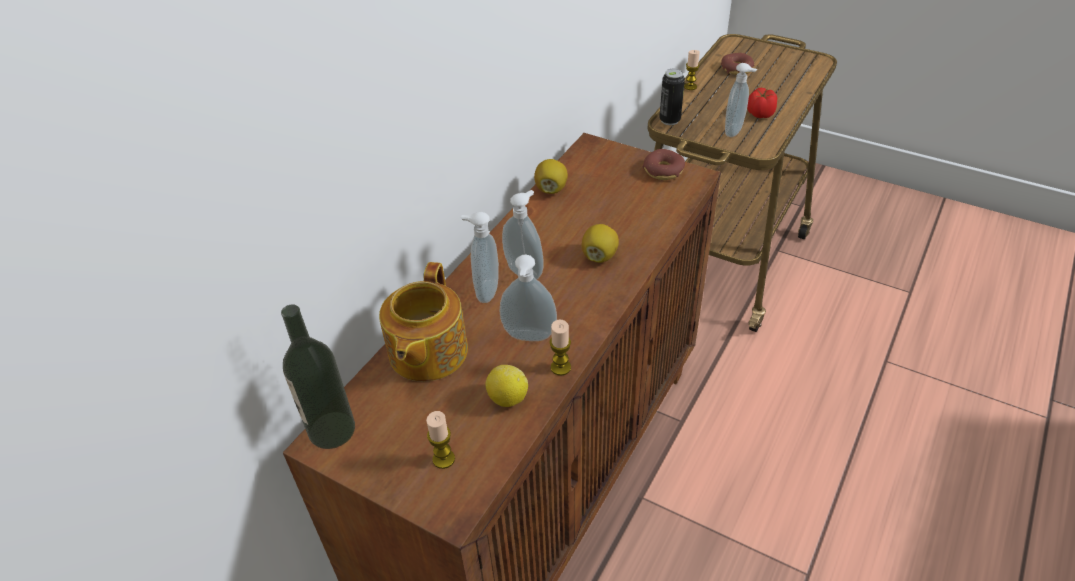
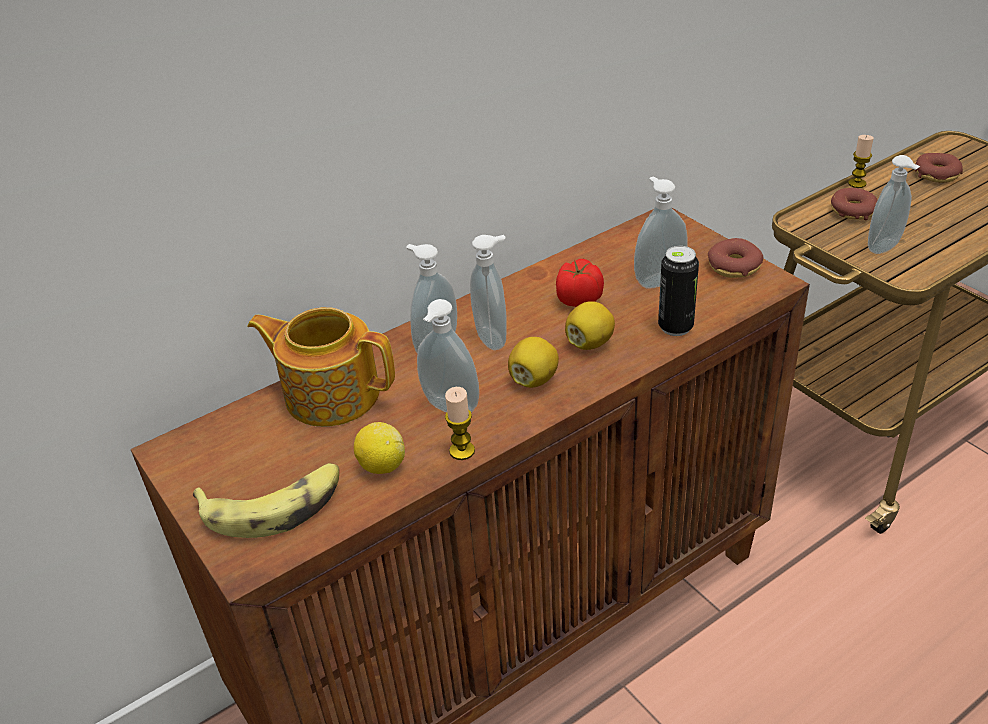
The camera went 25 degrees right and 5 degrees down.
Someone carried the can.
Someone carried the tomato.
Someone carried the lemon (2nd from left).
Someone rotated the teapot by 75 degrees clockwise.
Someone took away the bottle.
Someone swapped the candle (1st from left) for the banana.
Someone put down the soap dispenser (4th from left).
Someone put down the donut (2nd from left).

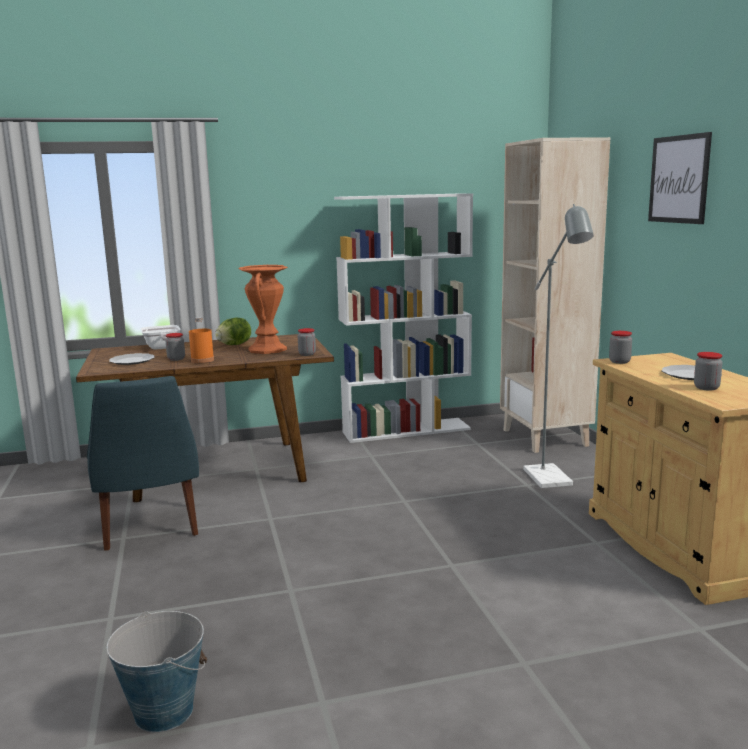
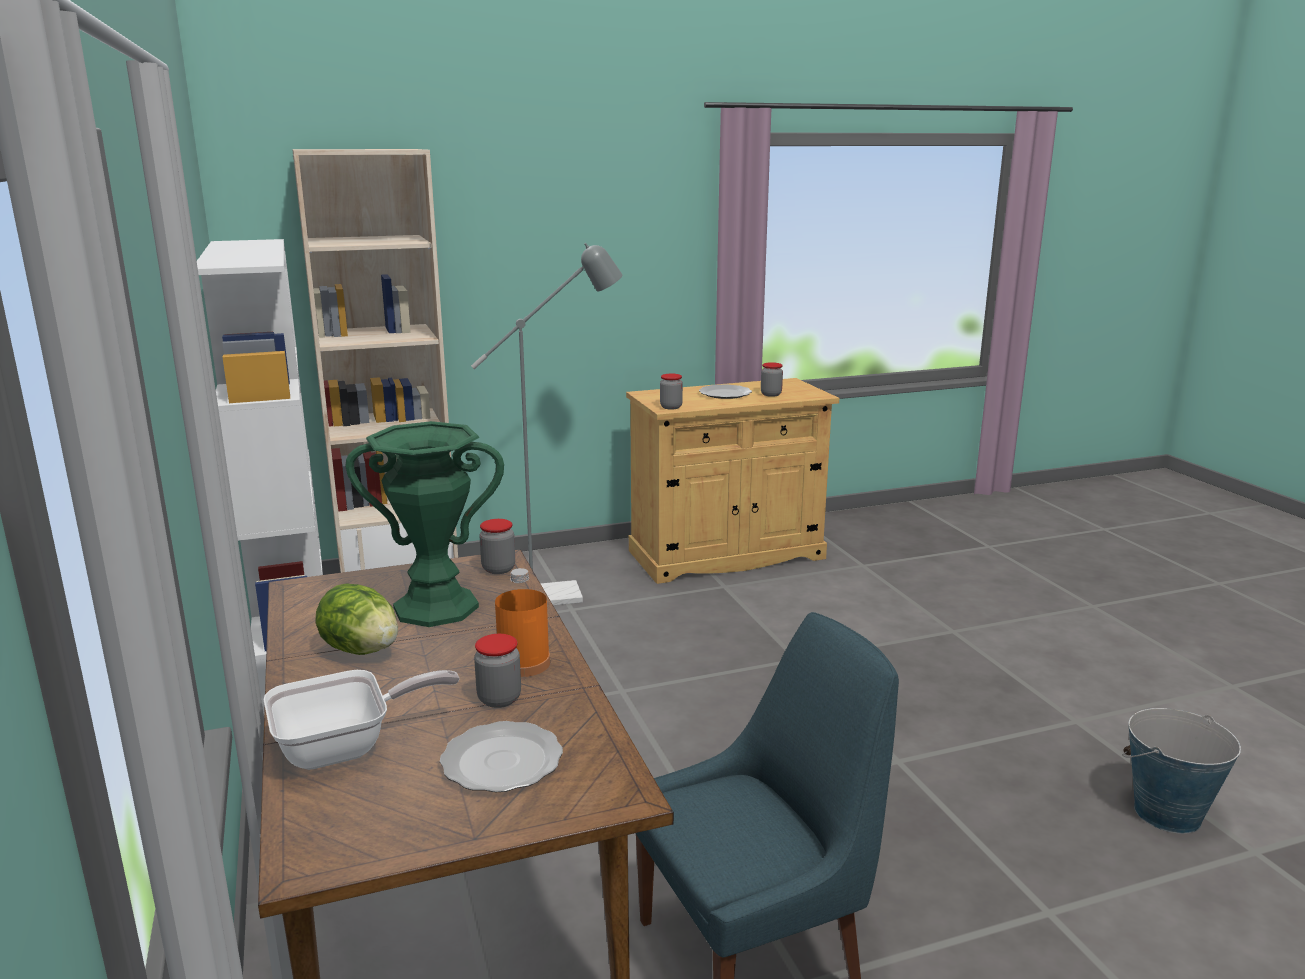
The camera went 95 degrees left and 5 degrees up.
Someone took away the picture.
Someone repainted the orange vase, which became the green vase.

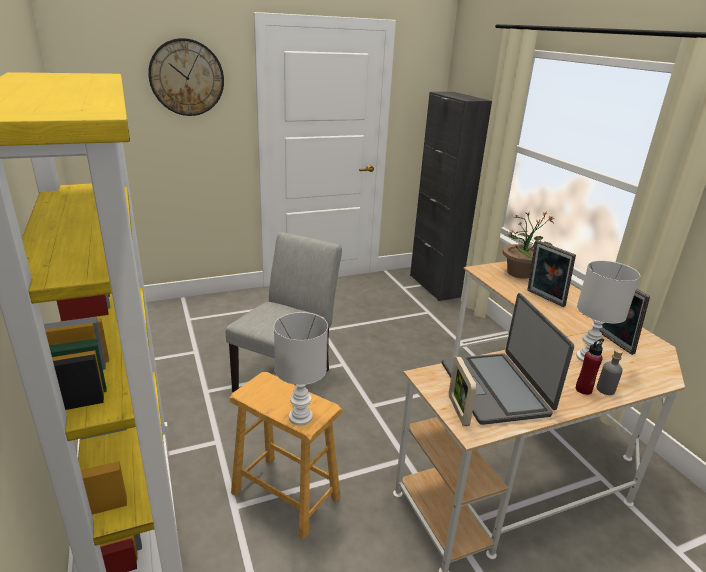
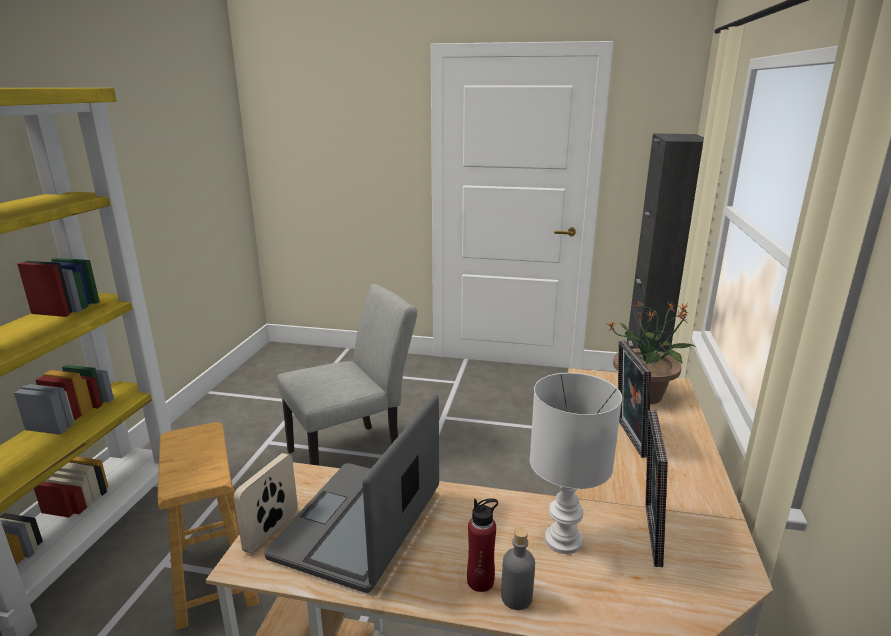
The camera went 35 degrees right and 5 degrees down.
Someone took away the wall clock.
Someone took away the white table lamp (1st from left).

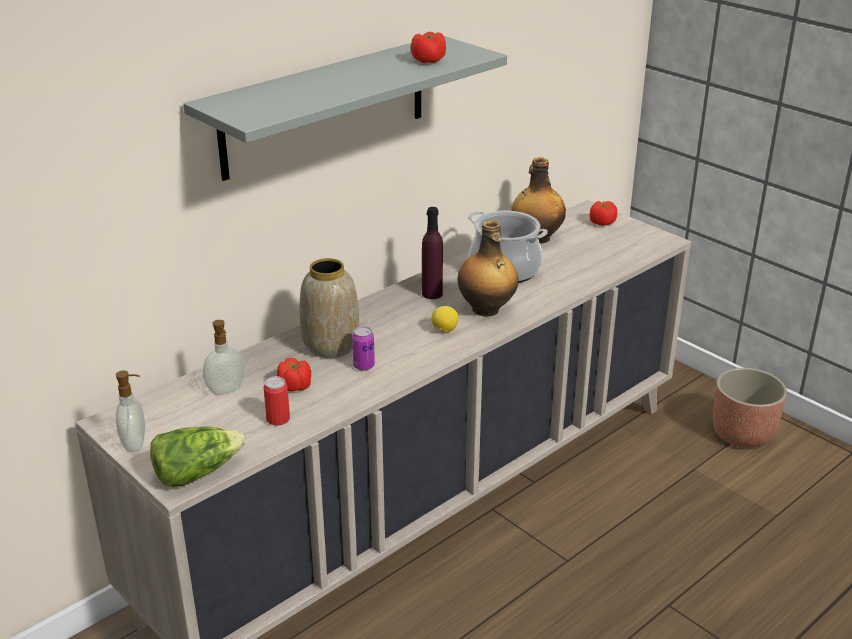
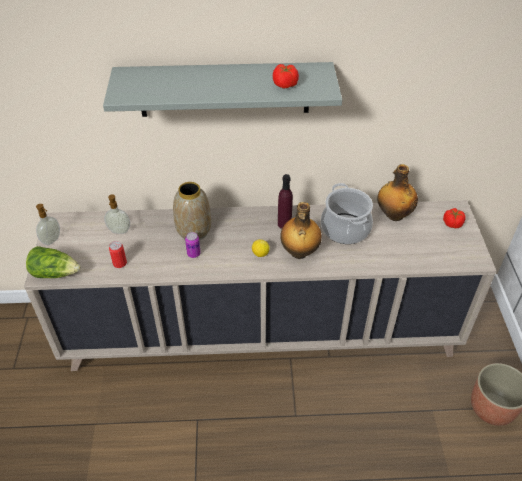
The camera went 40 degrees right and 15 degrees up.
Someone took away the tomato (1st from left).

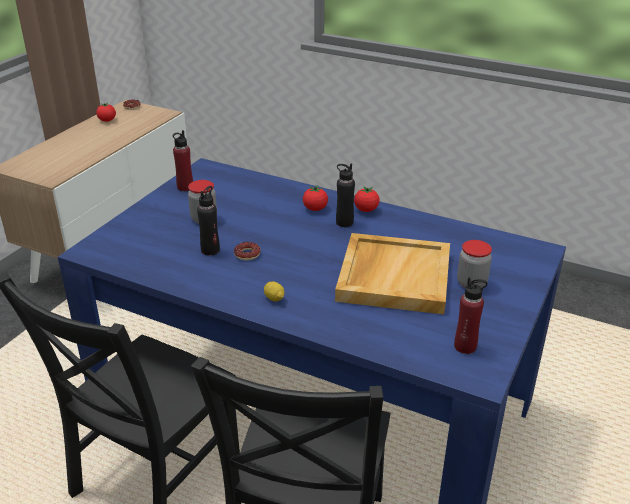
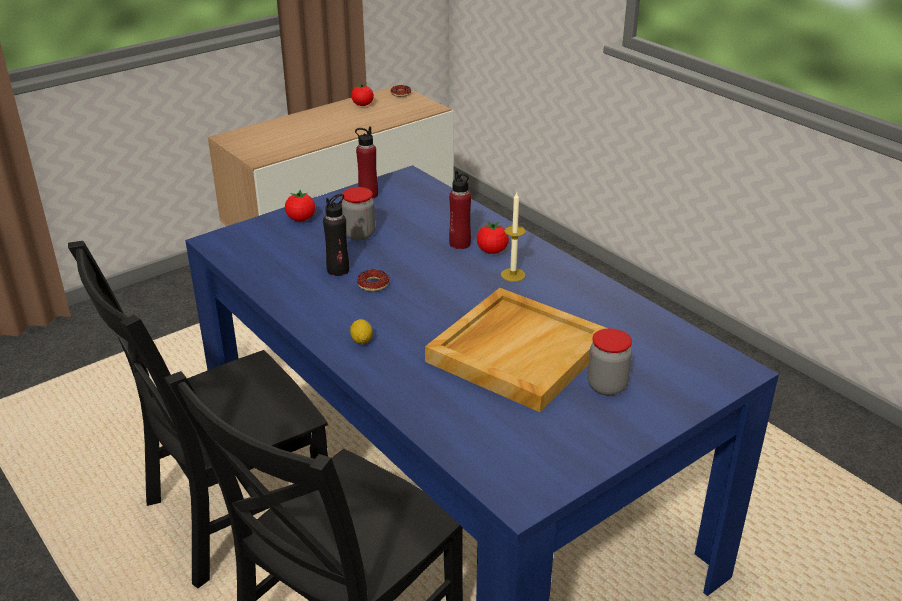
The camera went 25 degrees right and 0 degrees up.
Someone swapped the black bottle (2nd from left) for the candle.
Someone carried the tomato (3rd from left in the first image).
Someone carried the red bottle (2nd from left).

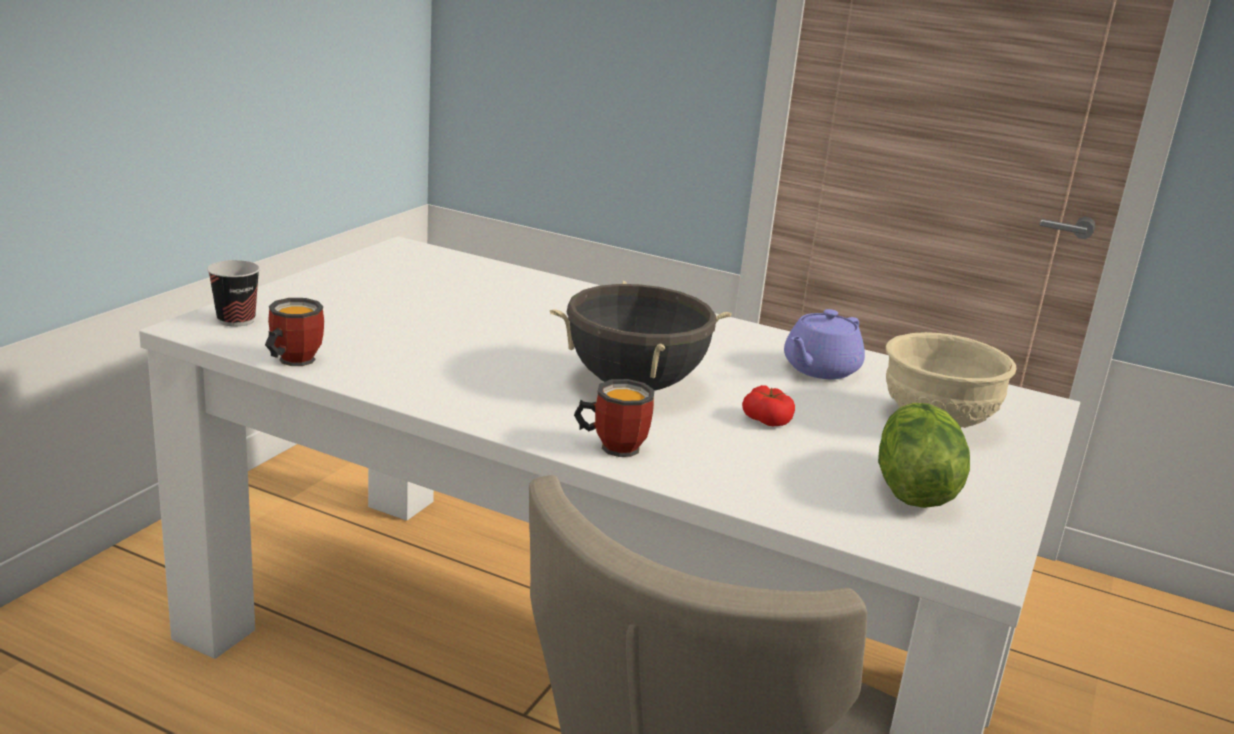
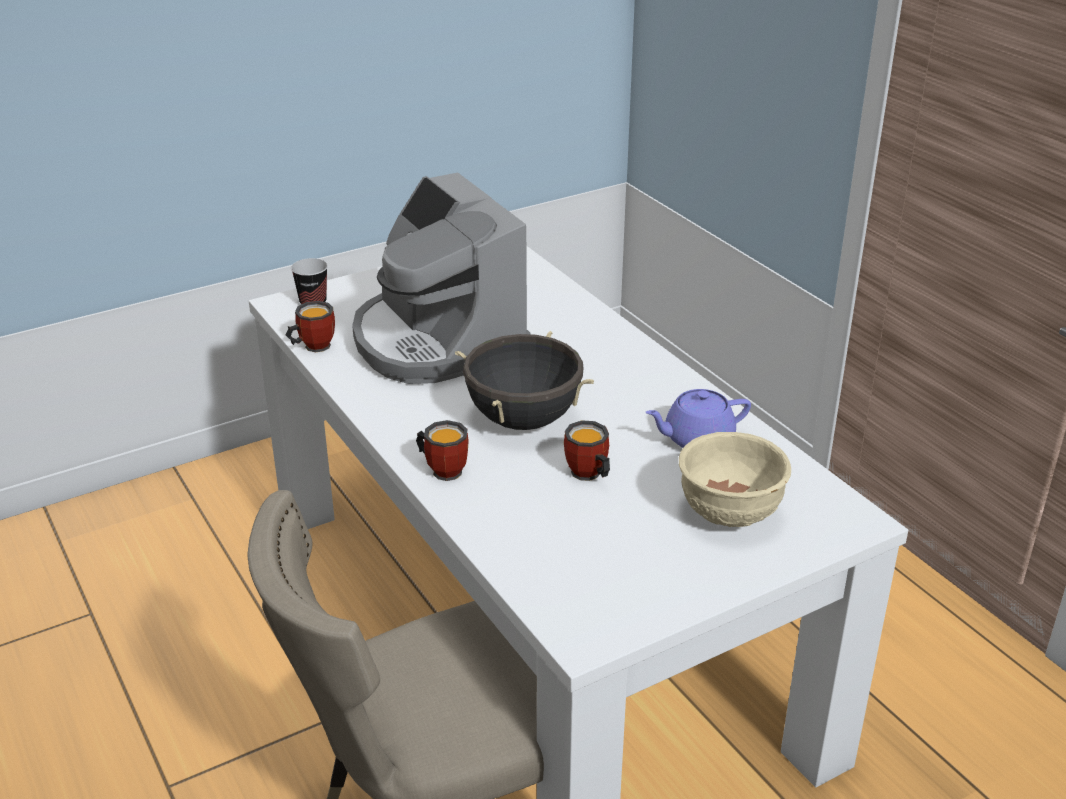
The camera went 35 degrees right and 10 degrees up.
Someone swapped the tomato for the mug (3rd from left).
Someone took away the lettuce.
Someone put down the coffee machine.

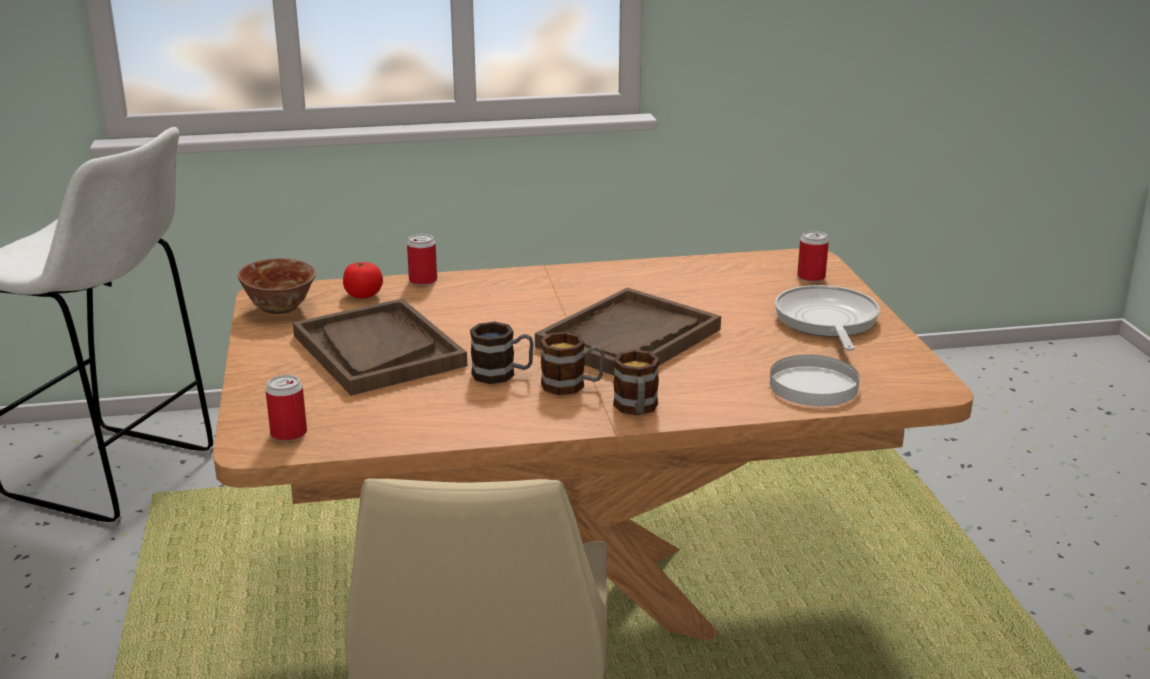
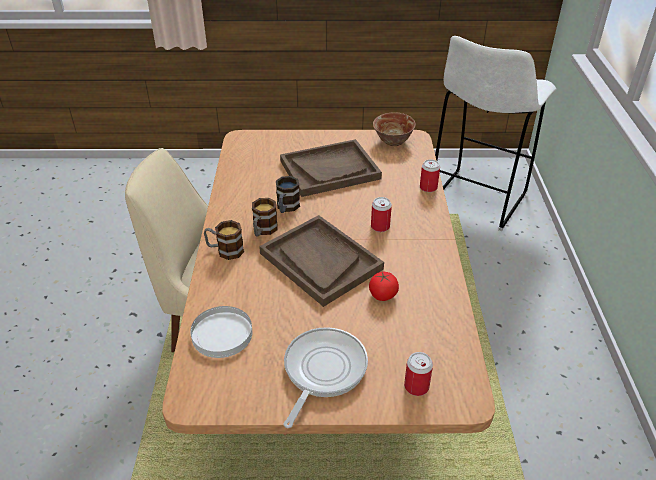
The camera went 100 degrees right and 15 degrees up.
Someone carried the tomato.
Someone rotated the frying pan by 75 degrees counterclockwise.
Someone carried the can (1st from left).

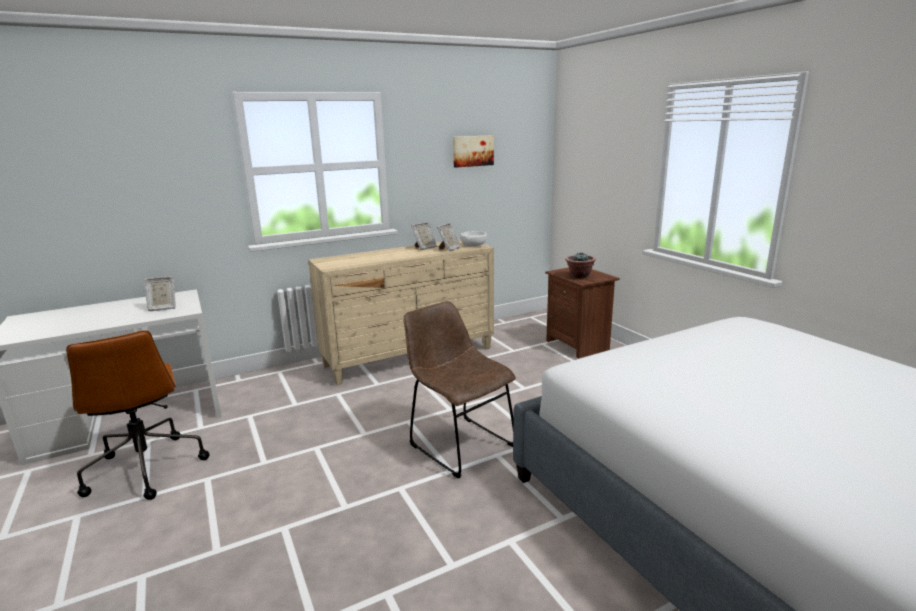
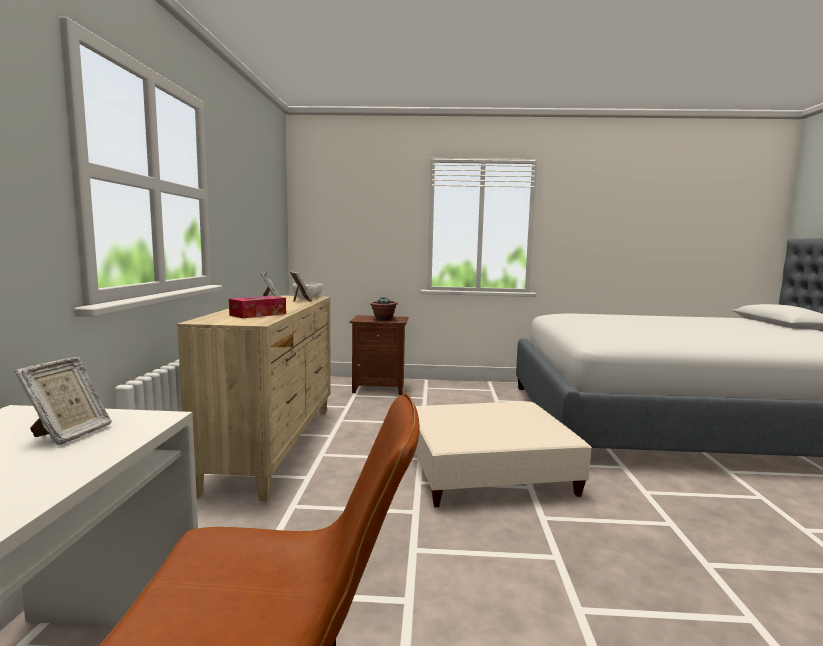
The camera went 60 degrees left and 10 degrees down.
Someone took away the picture.
Someone swapped the brown chair for the beige ottoman.
Someone put down the tissue box.

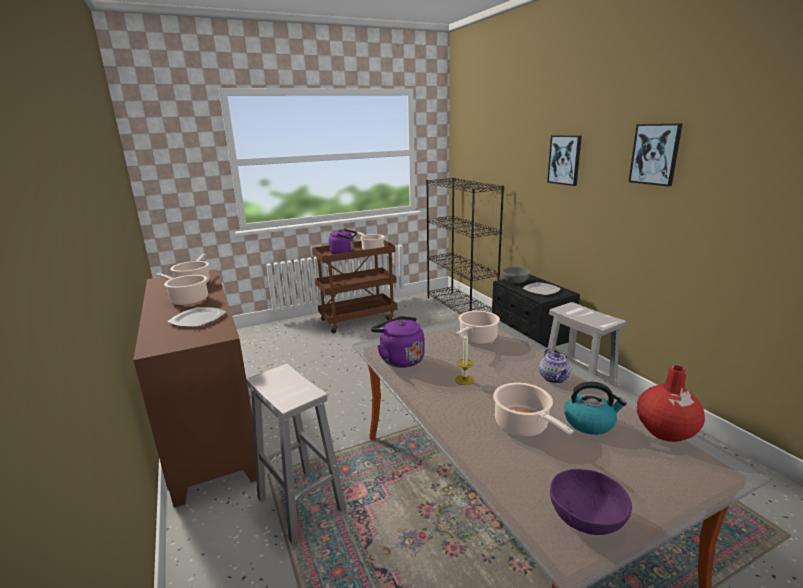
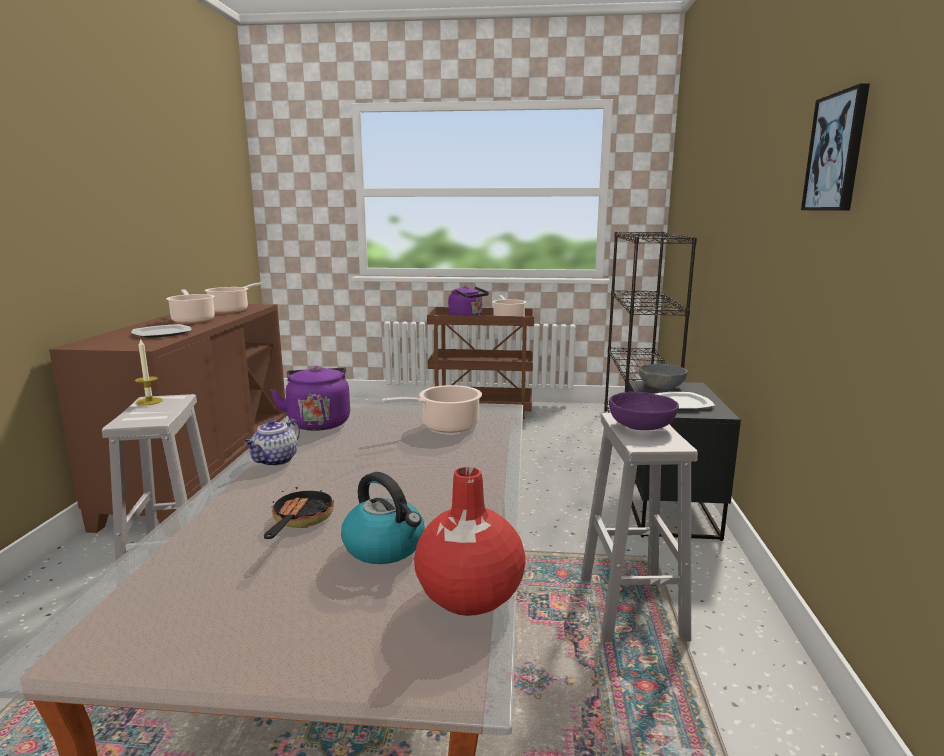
The camera went 30 degrees right and 5 degrees down.
Someone took away the picture (1st from left).
Someone carried the candle.
Someone carried the teapot.
Someone swapped the cooking pot (5th from left) for the frying pan.
Someone carried the purple bowl.

